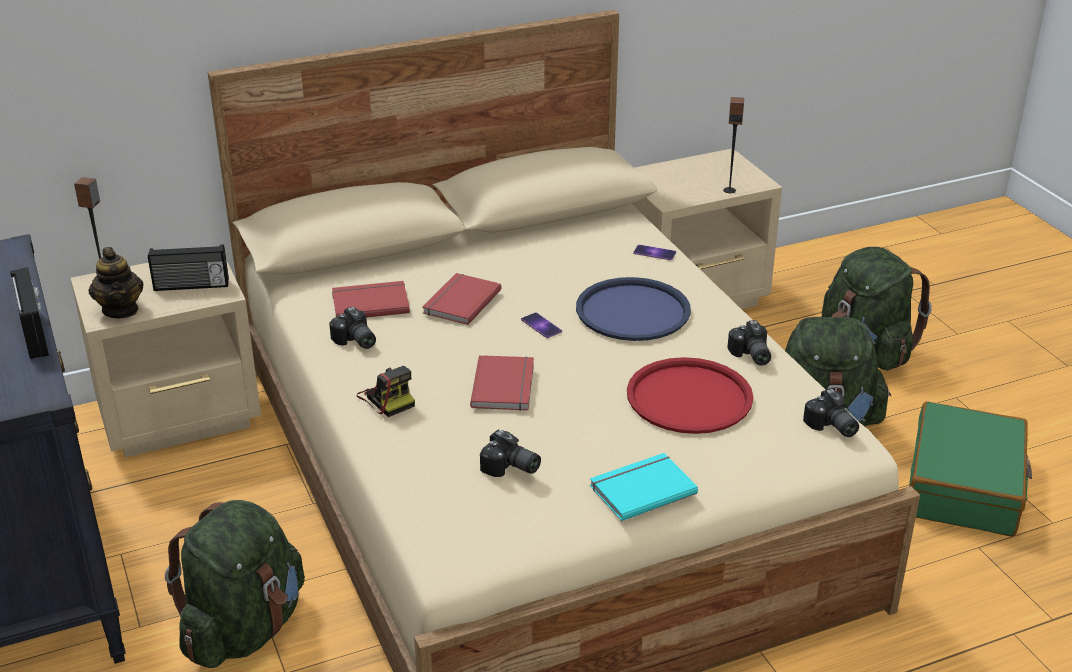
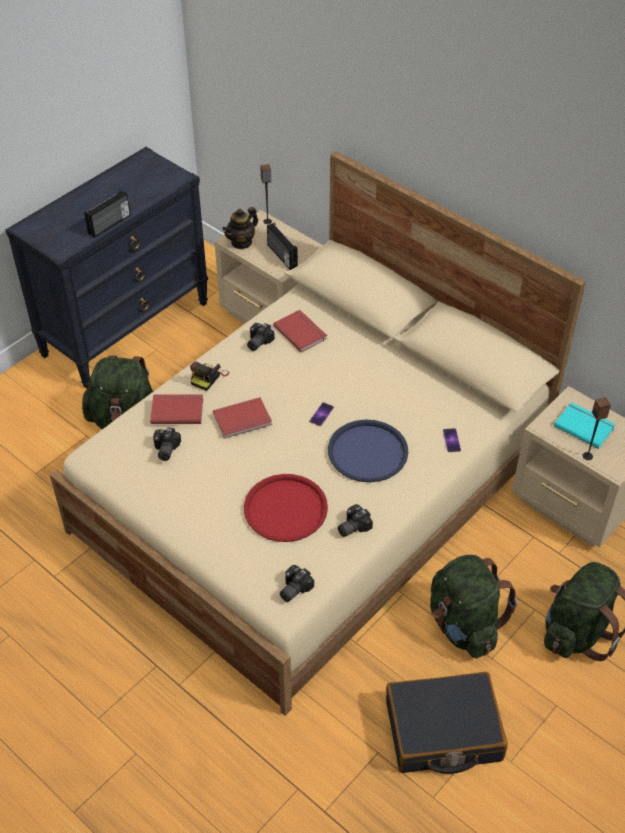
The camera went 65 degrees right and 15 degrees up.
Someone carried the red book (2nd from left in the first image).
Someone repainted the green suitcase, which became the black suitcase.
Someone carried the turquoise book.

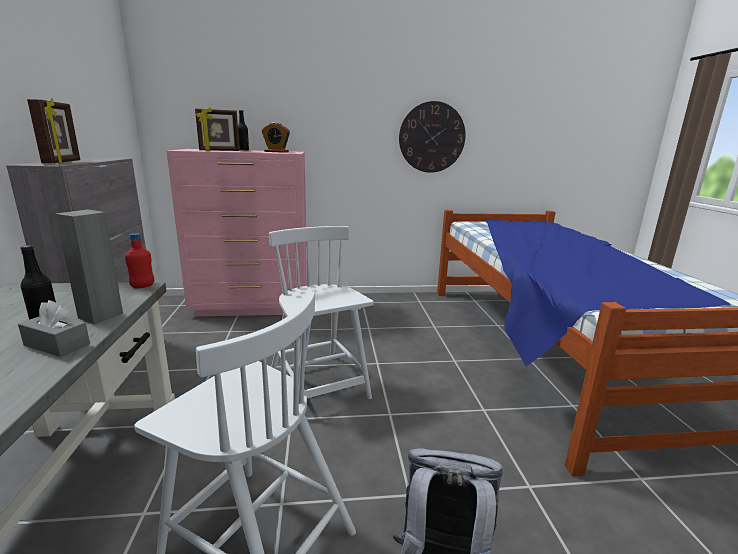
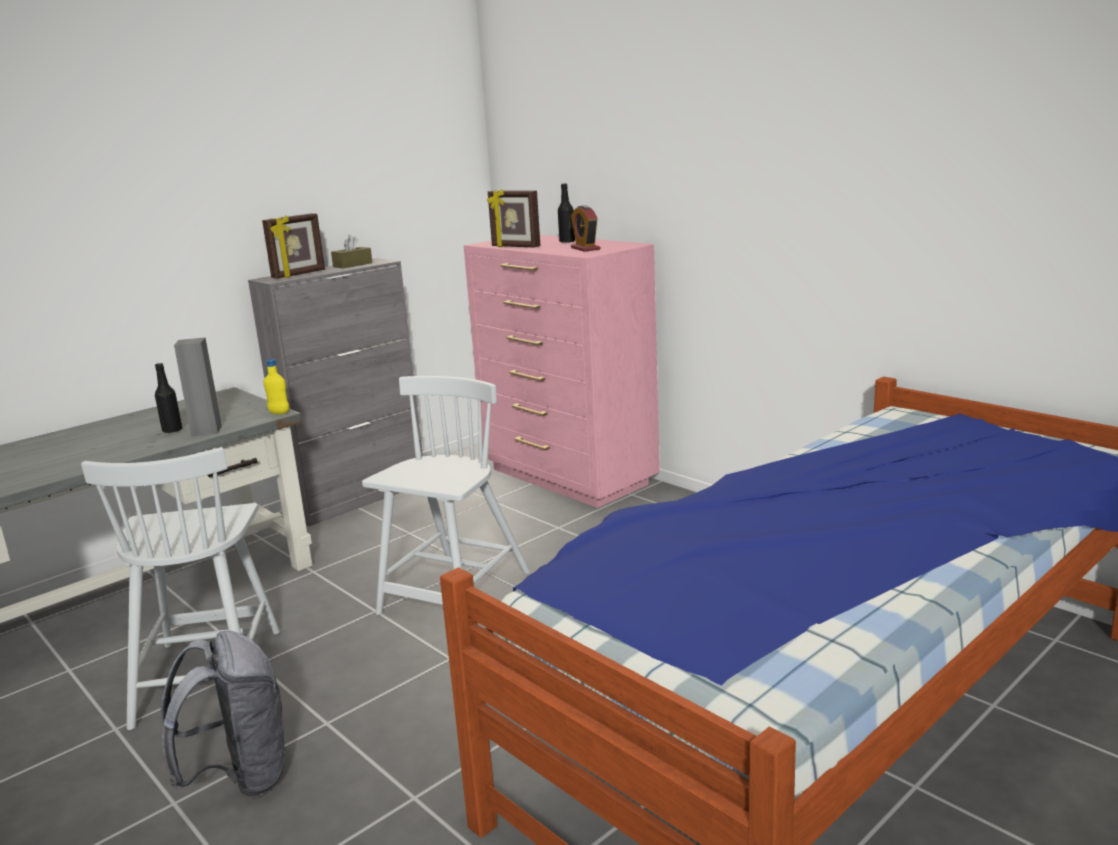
The camera went 55 degrees right and 0 degrees up.
Someone took away the wall clock.
Someone repainted the red bottle, which became the yellow bottle.
Someone took away the grey tissue box.
Someone put down the brown tissue box.

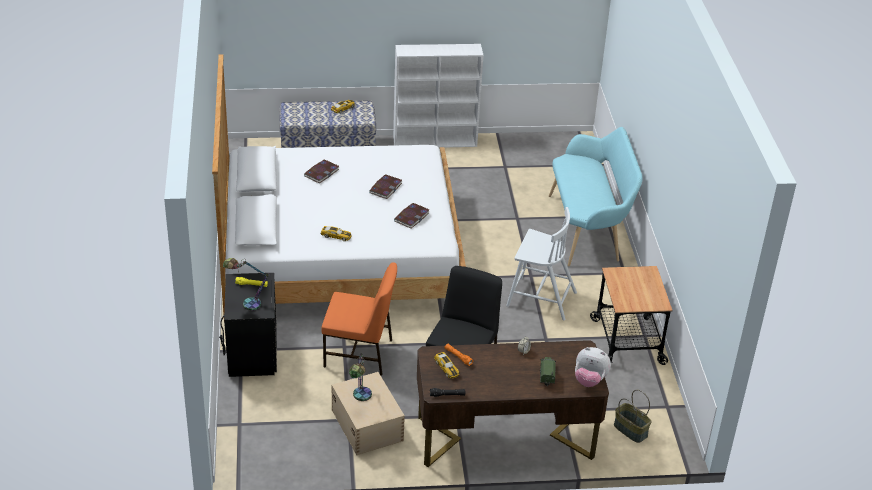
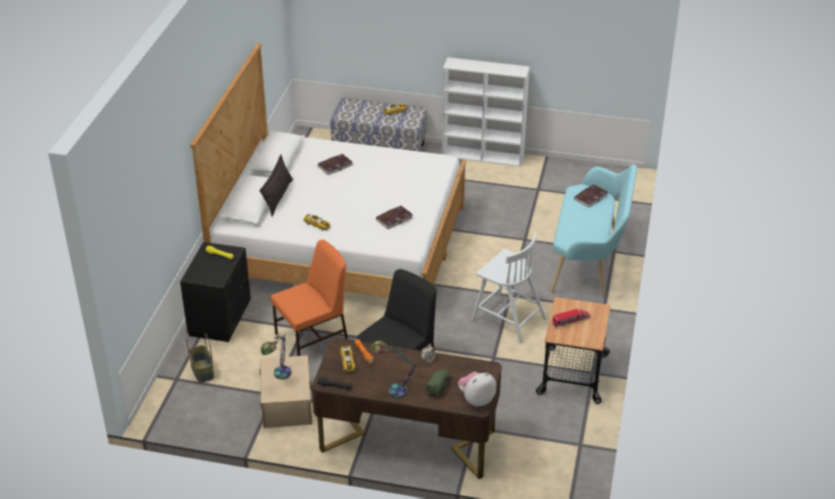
The camera went 20 degrees right and 0 degrees up.
Someone carried the book (2nd from left in the first image).
Someone carried the table lamp (1st from left in the first image).
Someone rotated the orange chair by 60 degrees counterclockwise.
Someone rotated the plush toy by 105 degrees clockwise.
Someone carried the basket.
Someone put down the pillow.
Someone put down the toy truck (2nd from left).

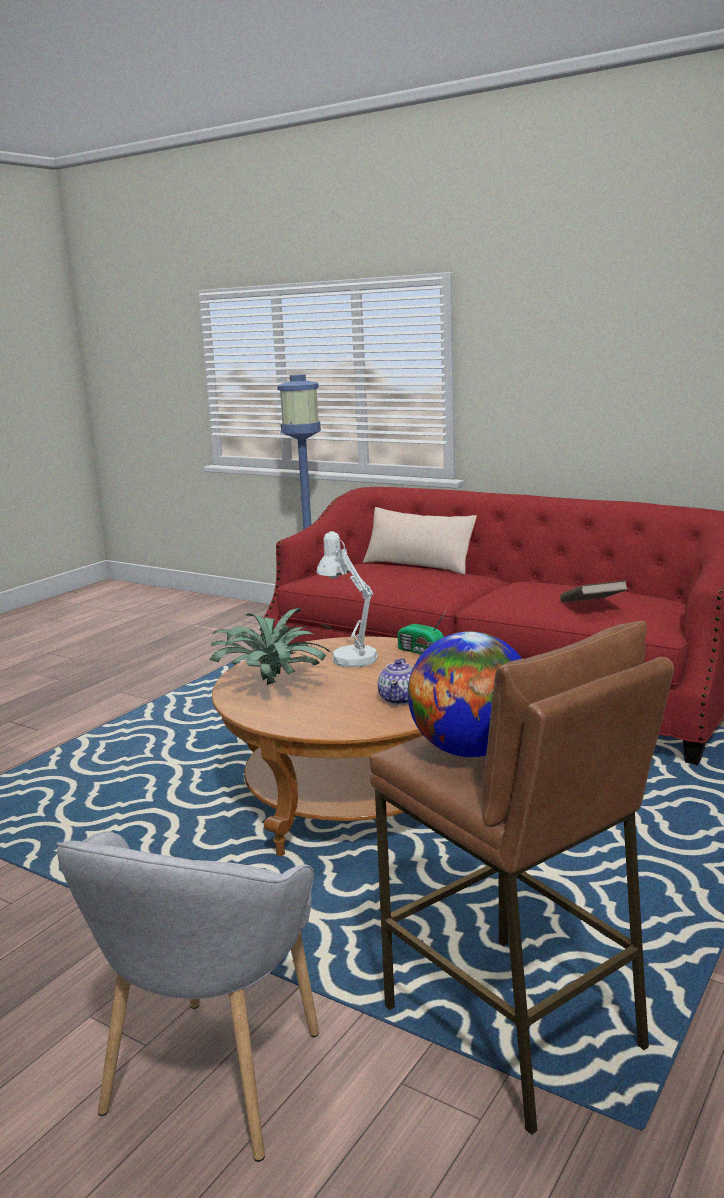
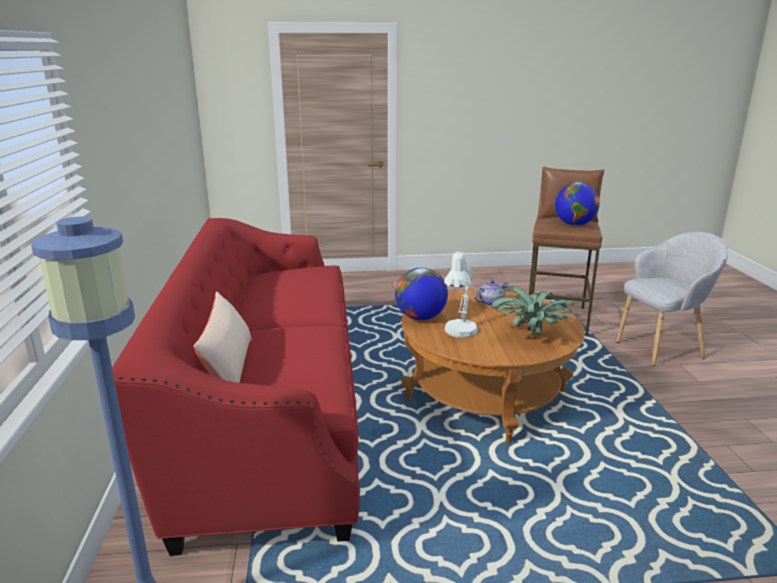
The camera went 130 degrees left and 5 degrees up.
Someone took away the brown book.
Someone swapped the radio for the globe (1st from left).

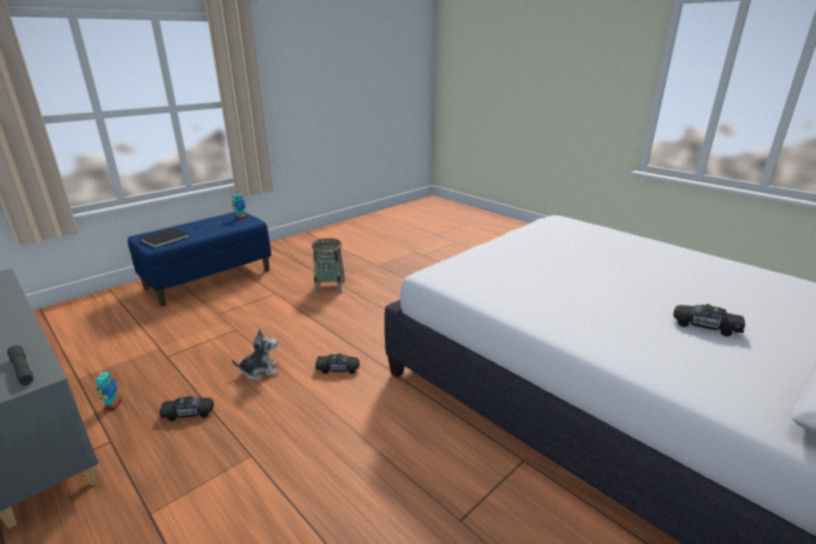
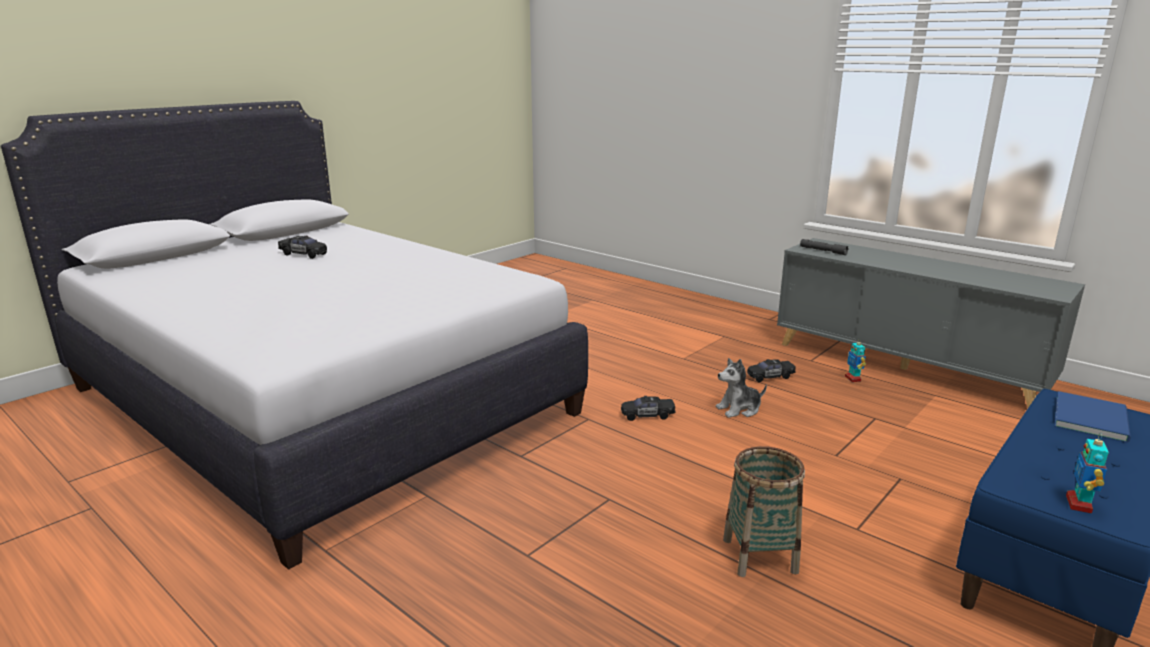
The camera went 175 degrees right and 5 degrees down.
Someone repainted the black book, which became the blue book.

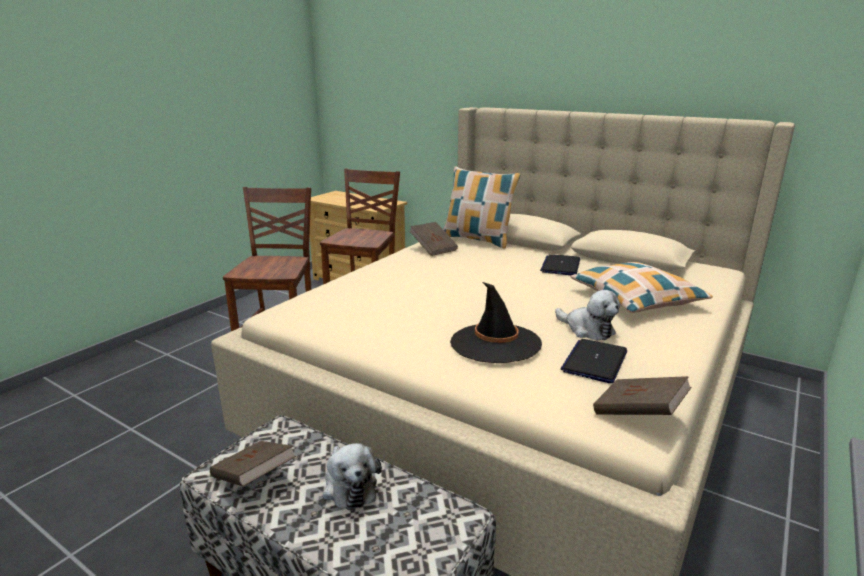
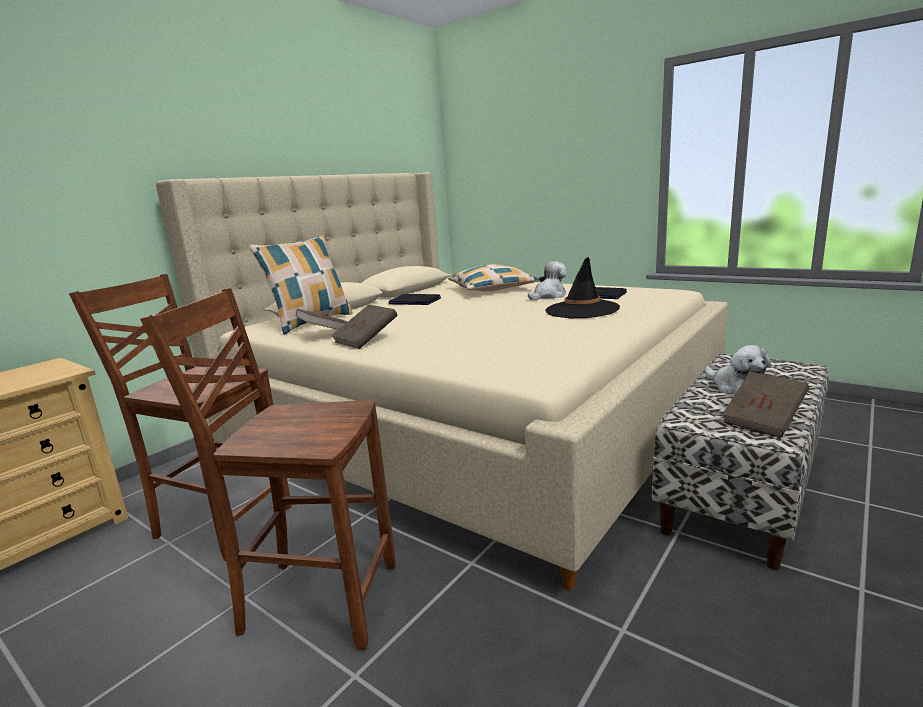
The camera went 85 degrees left and 5 degrees down.
Someone carried the brown book (3rd from left in the first image).
Someone rotated the plush toy (1st from left in the first image) by 90 degrees clockwise.

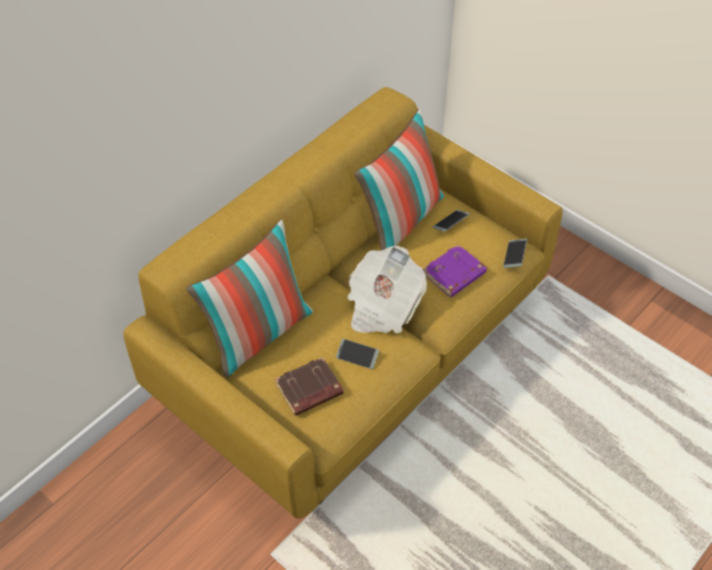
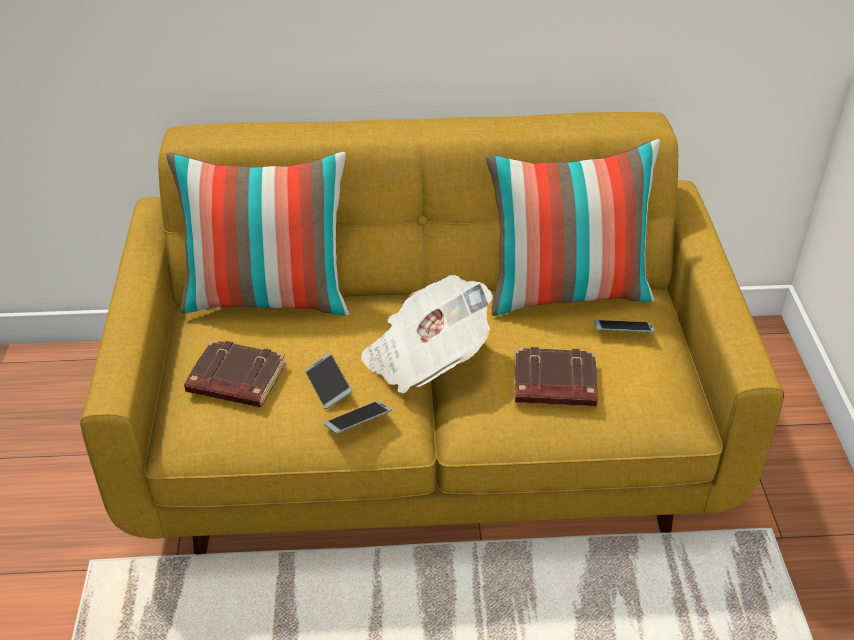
The camera went 45 degrees right and 10 degrees down.
Someone carried the phone (3rd from left in the first image).
Someone repainted the purple book, which became the brown book (2nd from left).

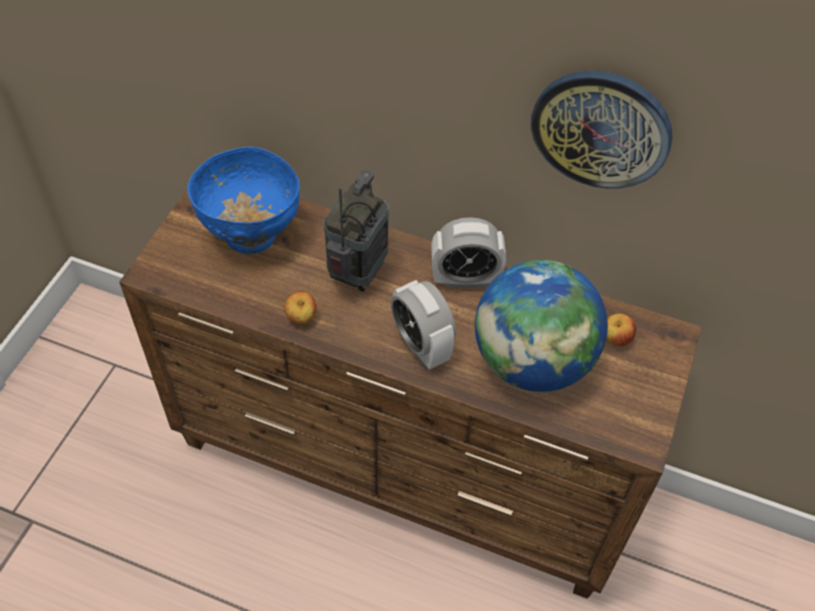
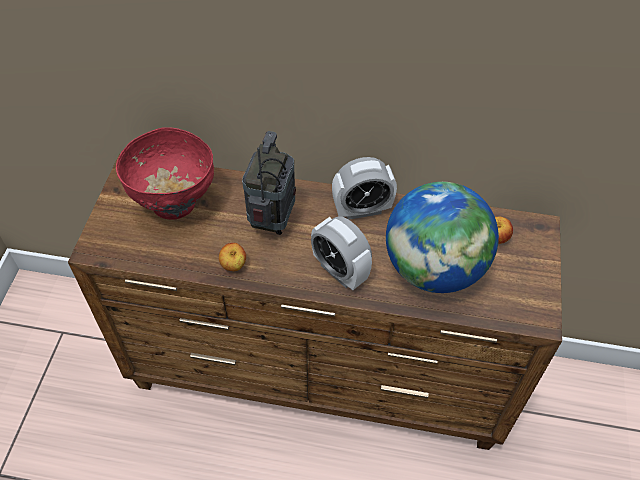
The camera went 10 degrees left and 0 degrees up.
Someone took away the wall clock.
Someone repainted the blue bowl, which became the red bowl.

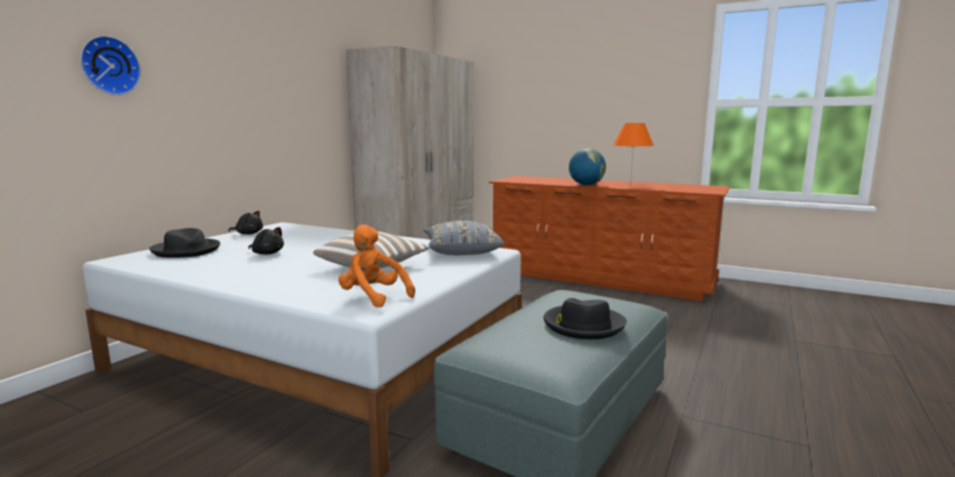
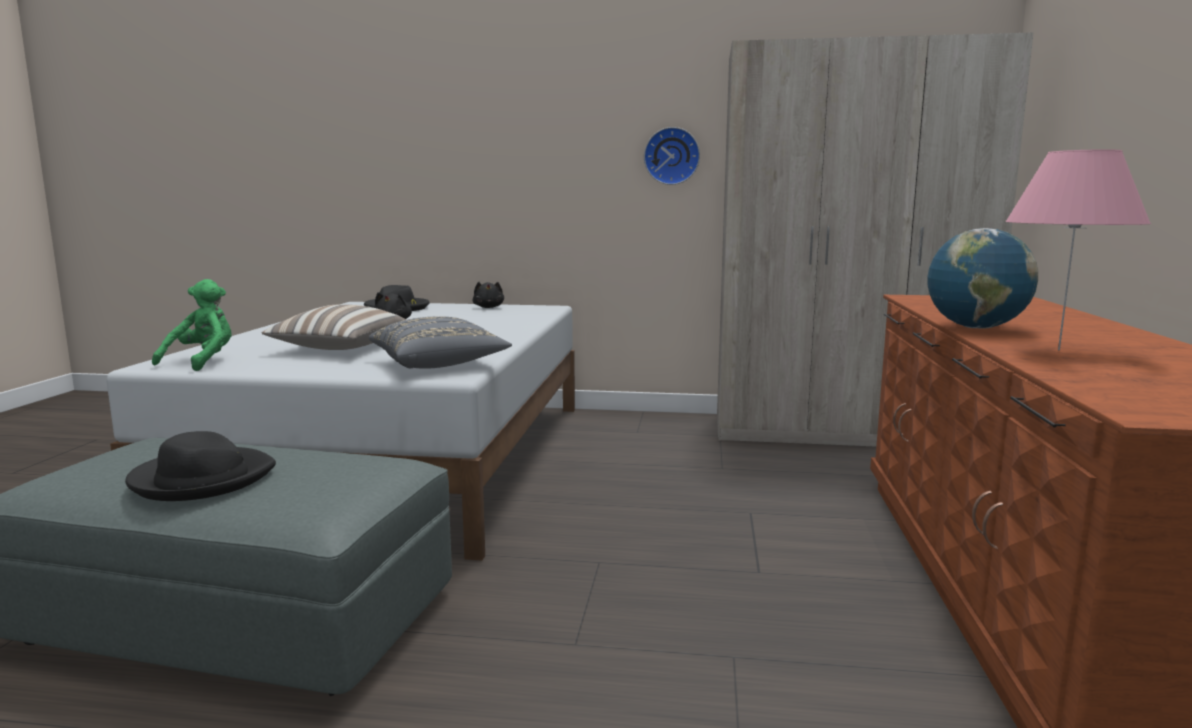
The camera went 70 degrees right and 0 degrees up.
Someone carried the wall clock.
Someone repainted the orange table lamp, which became the pink table lamp.
Someone repainted the orange plush toy, which became the green plush toy.

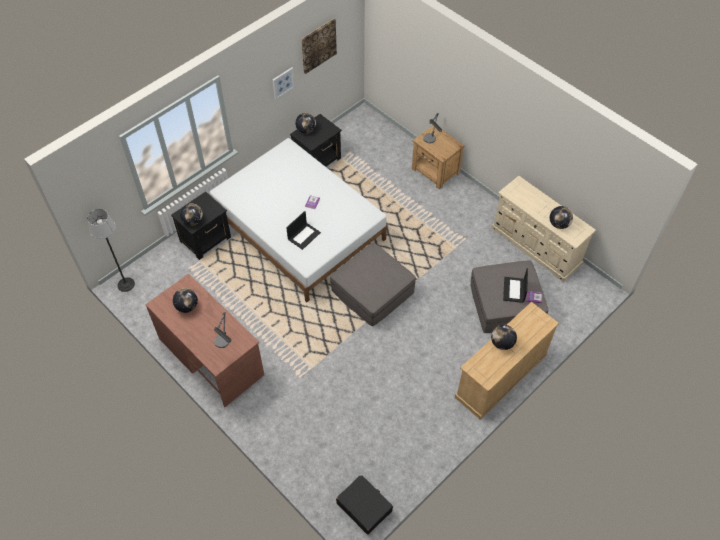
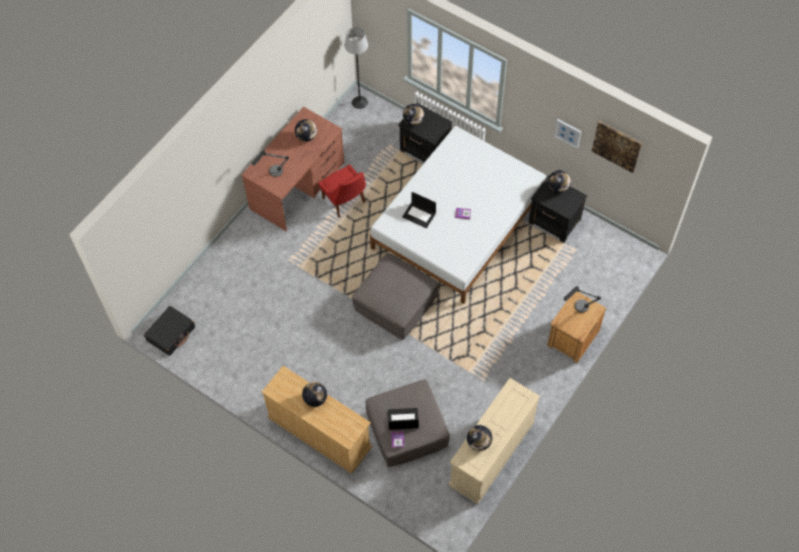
The camera went 80 degrees right and 5 degrees up.
Someone put down the red chair.

